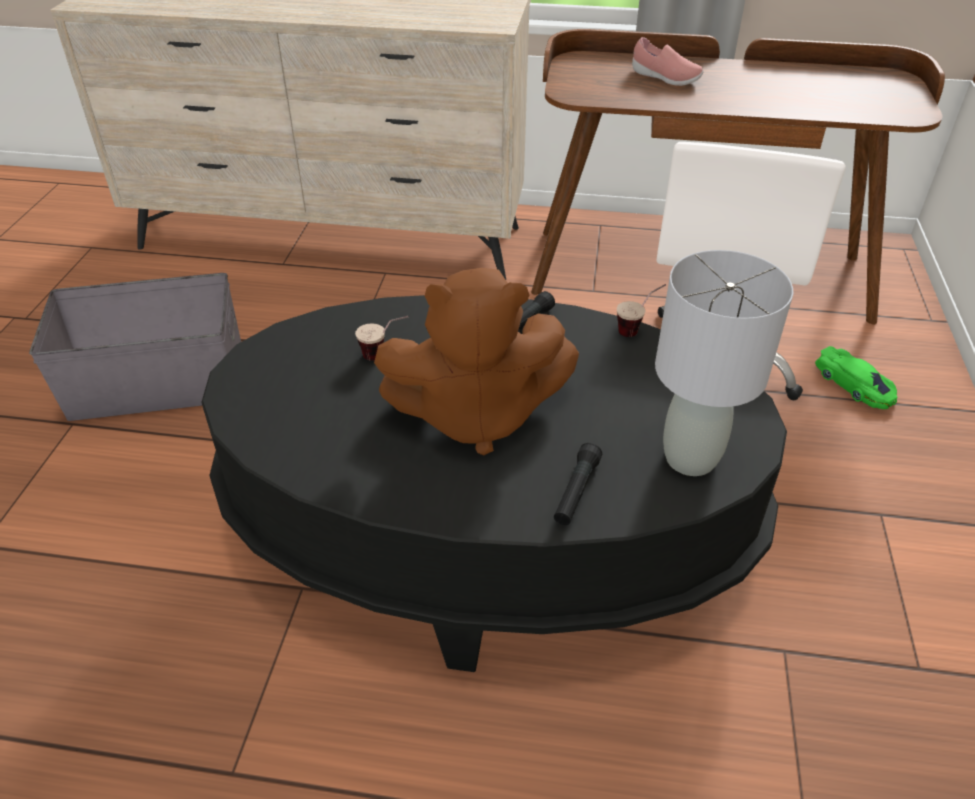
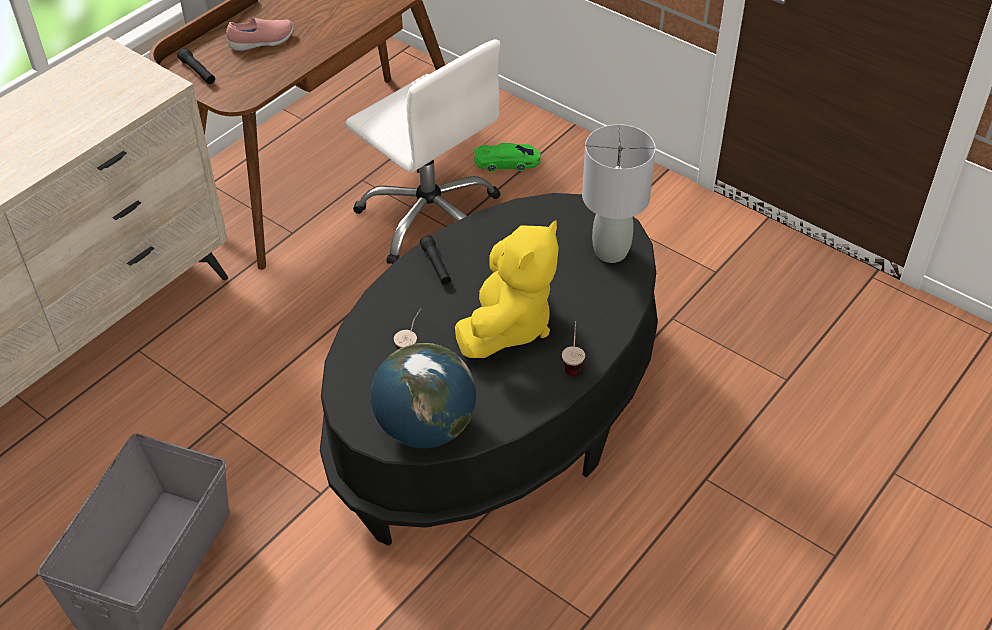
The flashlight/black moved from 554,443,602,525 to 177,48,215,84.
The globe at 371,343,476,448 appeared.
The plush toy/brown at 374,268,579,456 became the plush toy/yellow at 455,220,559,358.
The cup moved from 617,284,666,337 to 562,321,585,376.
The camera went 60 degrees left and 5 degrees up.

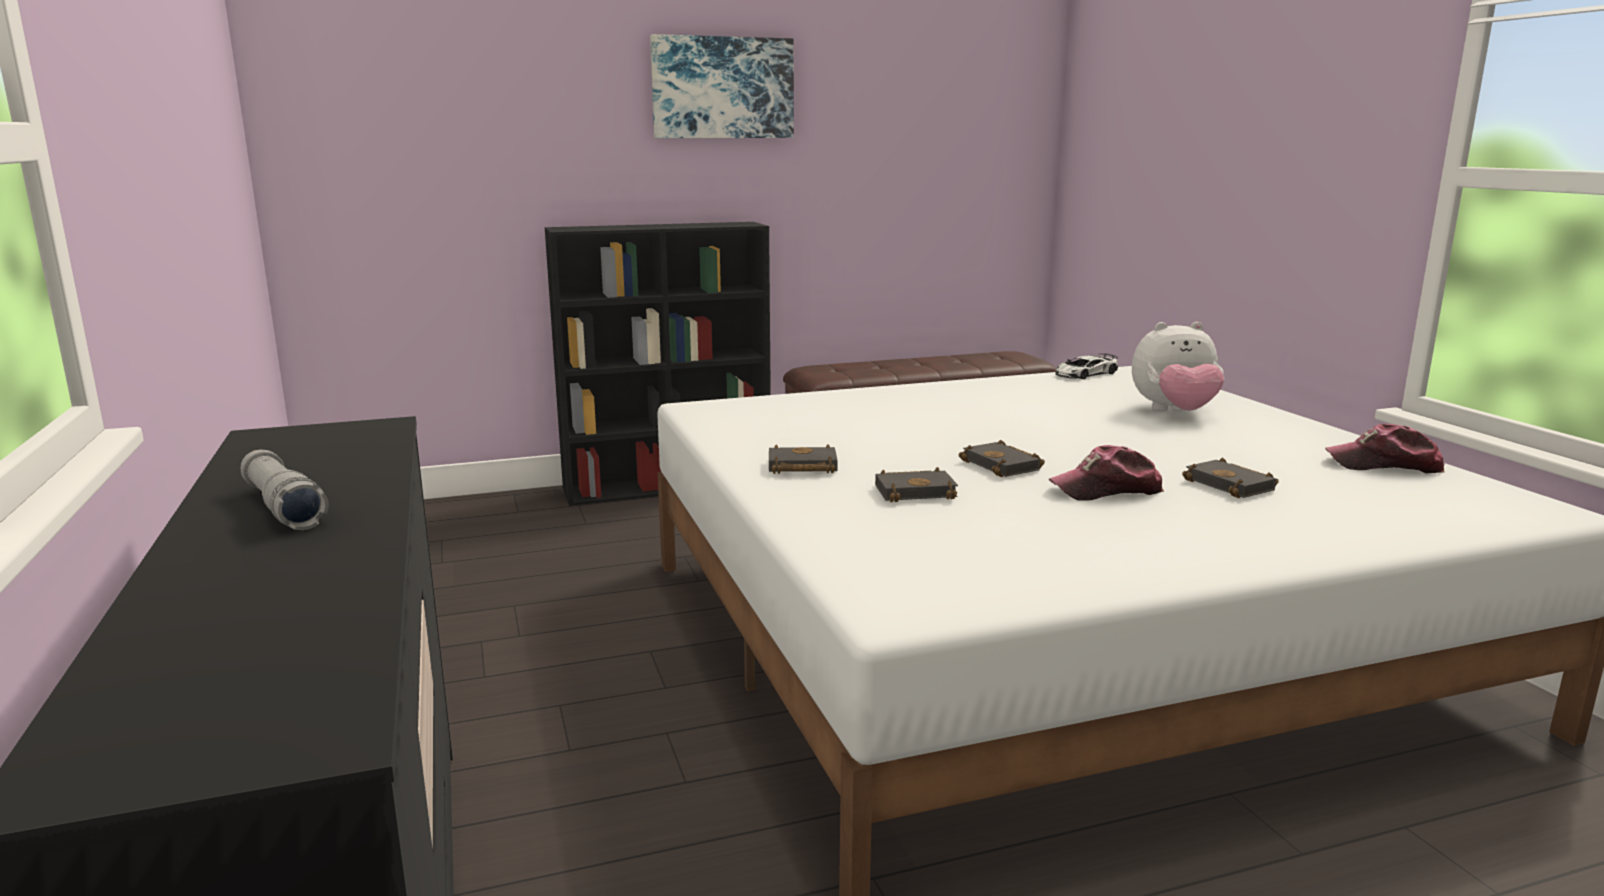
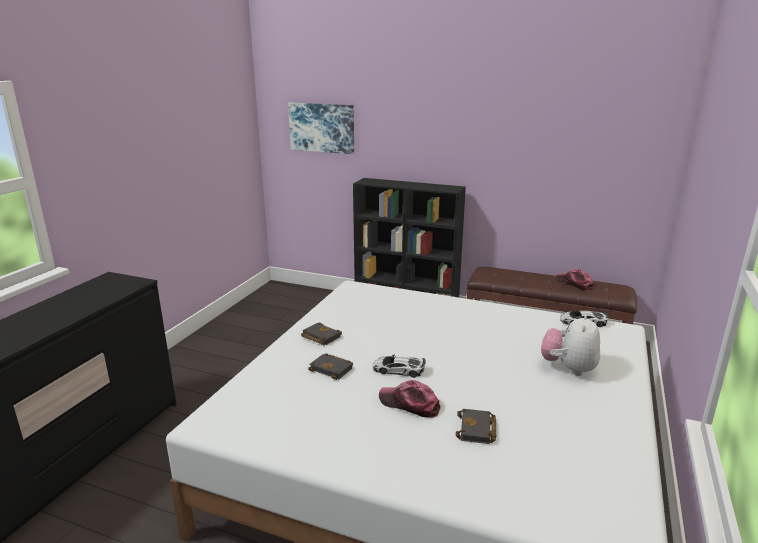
The picture moved from 650,34,794,138 to 288,103,354,154.
The book/black at 959,440,1045,477 was replaced by the toy car at 373,354,426,378.
The plush toy at 1132,322,1225,411 turned 75 degrees clockwise.
The cap moved from 1325,424,1445,473 to 556,269,594,291.
The flashlight/grey at 240,450,329,530 disappeared.
The camera went 40 degrees right and 5 degrees up.

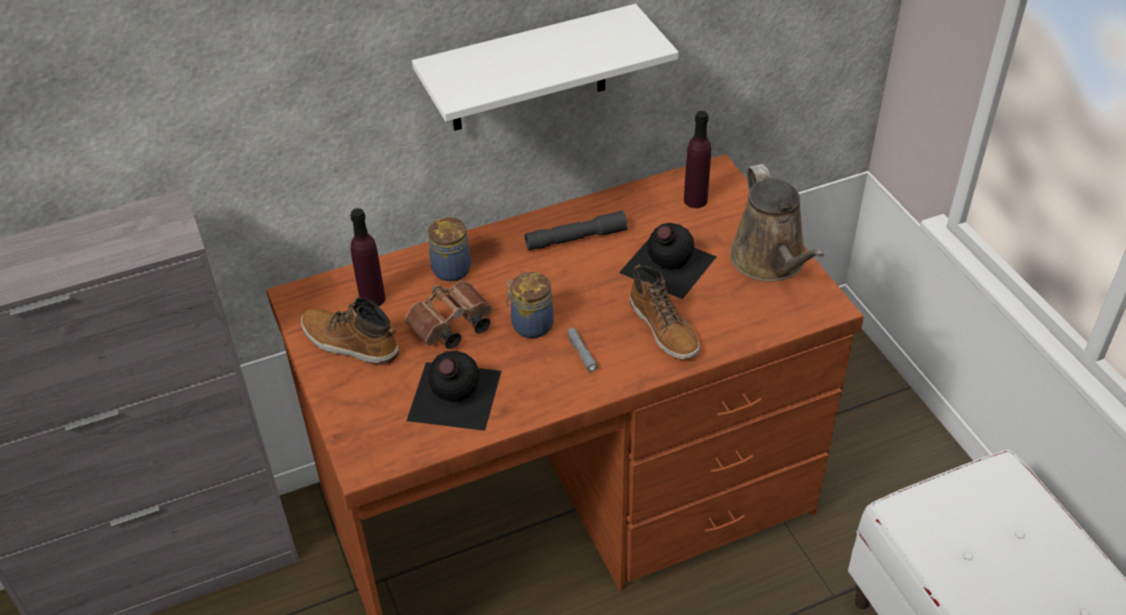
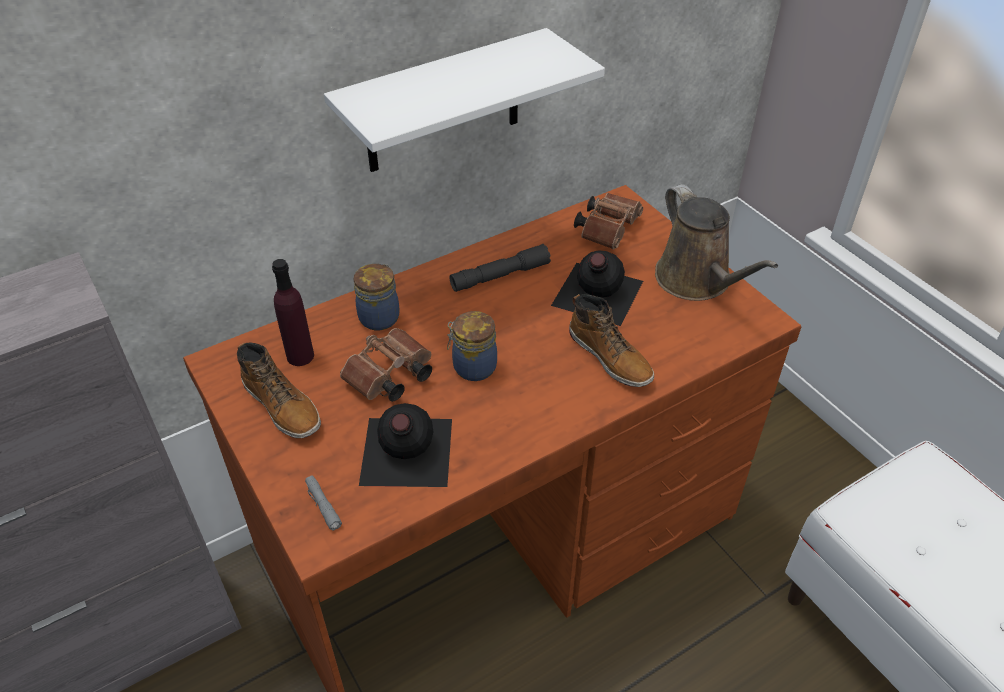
The boot at 301,298,399,365 turned 150 degrees counterclockwise.
The flashlight/grey moved from 567,327,598,372 to 305,475,342,531.
The bottle/purple at 684,111,711,208 was replaced by the binoculars/brown at 574,193,643,249.
The camera went 10 degrees left and 0 degrees up.

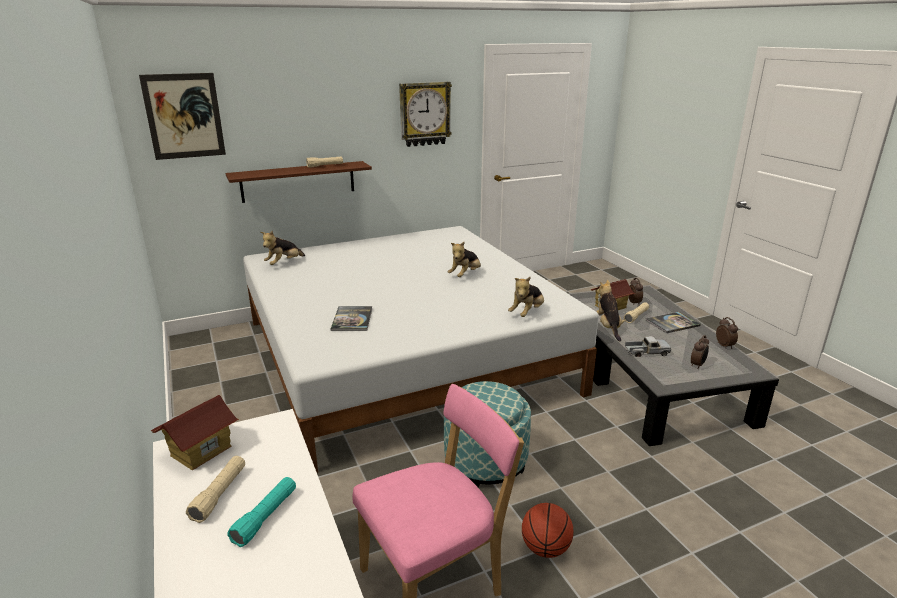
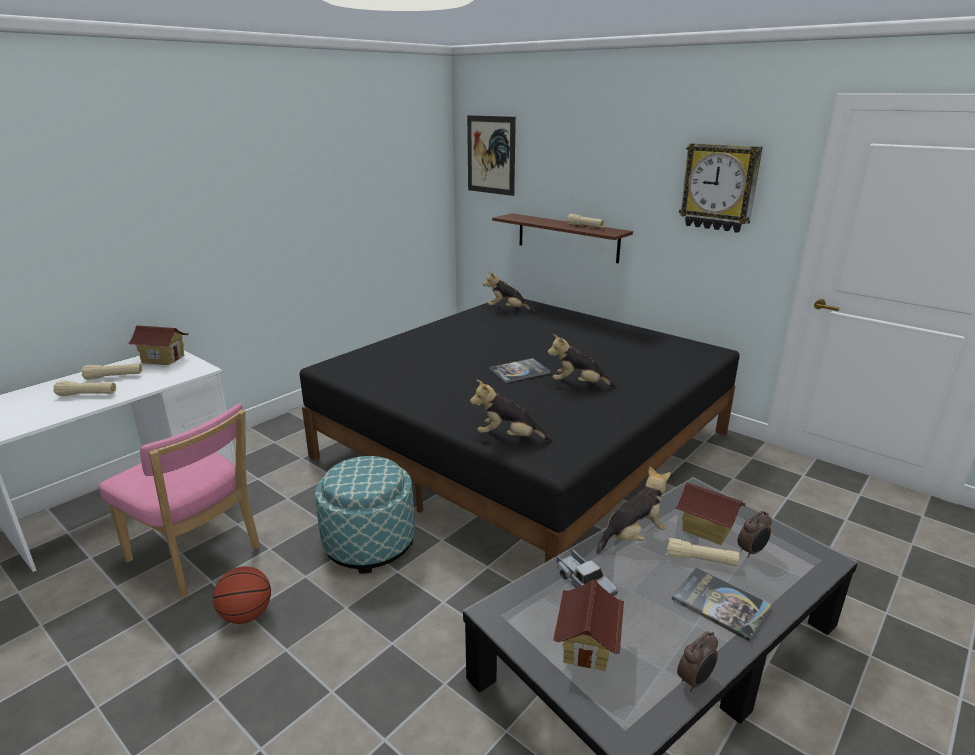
The flashlight/turquoise at 227,477,296,547 became the flashlight/beige at 53,381,116,396.
The bed/white at 243,226,599,473 became the bed/black at 300,298,740,562.
The book moved from 331,306,373,331 to 489,358,551,383.
The alarm clock at 691,335,709,369 was replaced by the toy house at 553,580,624,671.
The camera went 65 degrees right and 0 degrees up.

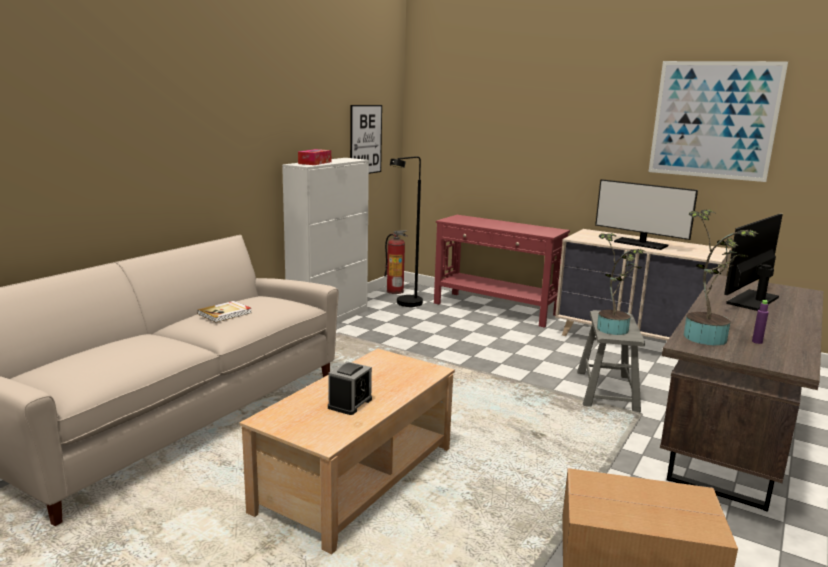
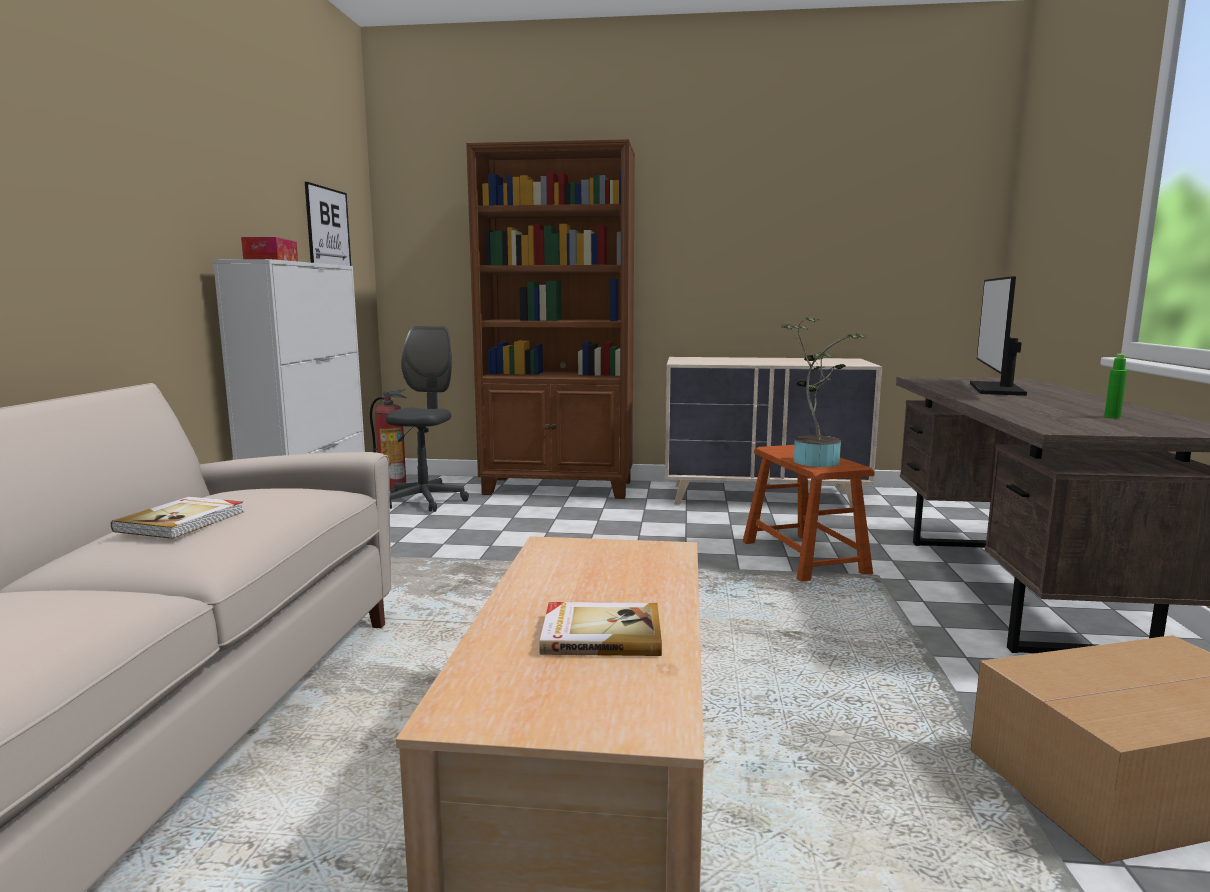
The floor lamp/black at 390,156,423,307 was replaced by the office chair/grey at 386,326,469,512.
The console table/red at 434,215,570,328 was replaced by the bookcase/brown at 466,139,635,499.
The alarm clock at 328,361,372,415 was replaced by the book at 539,602,662,656.
The stool/grey at 577,310,645,412 became the stool/brown at 743,445,875,581.
The bottle/purple at 752,300,769,344 became the bottle/green at 1104,354,1127,418.
The monitor at 595,179,698,250 disappeared.
The picture at 649,61,788,182 disappeared.
The potted plant at 684,209,759,345 disappeared.
The camera went 25 degrees left and 5 degrees down.

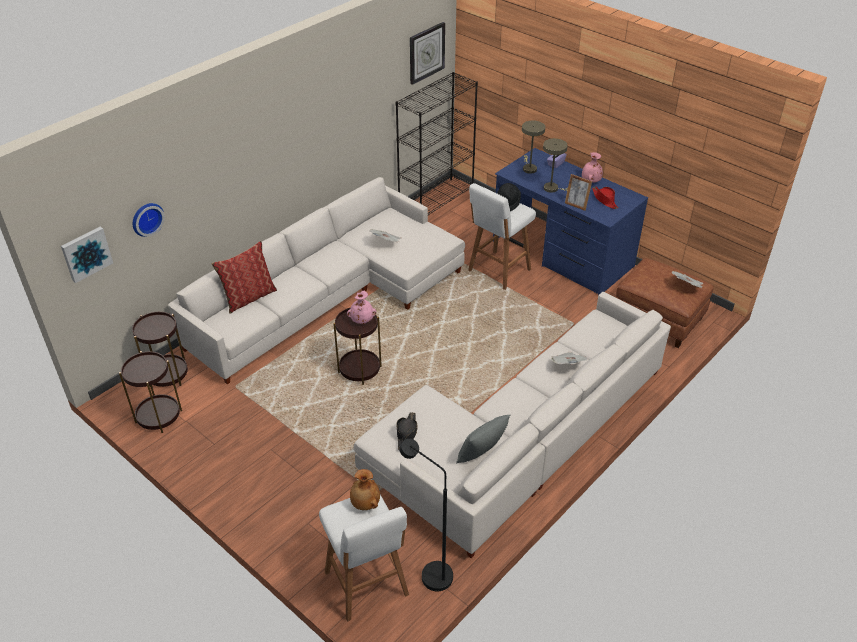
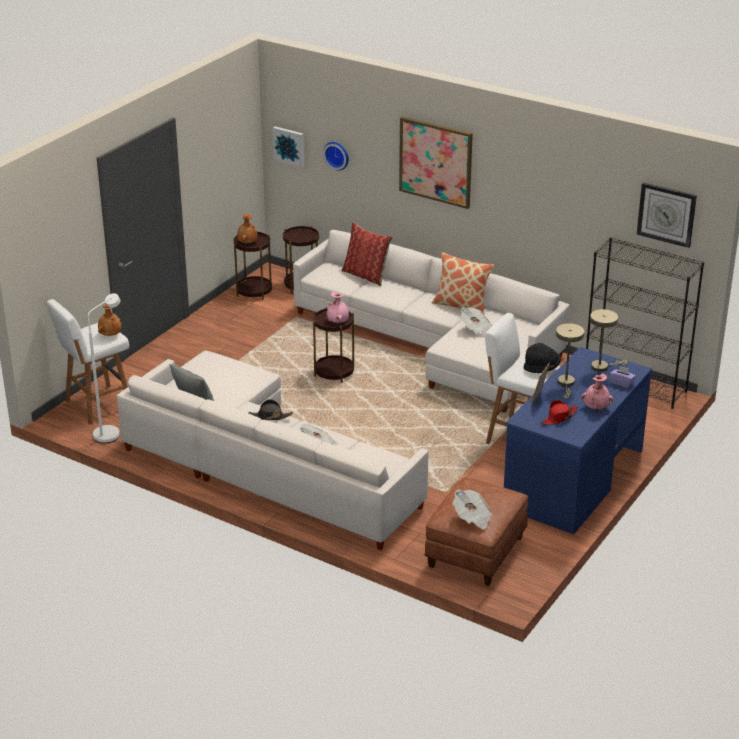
The floor lamp/black at 399,439,453,591 became the floor lamp/white at 88,293,121,443.
The vase/brown at 237,214,257,243 appeared.
The hat/black moved from 396,413,418,450 to 249,399,293,420.
The picture at 399,116,473,209 appeared.
The pillow at 432,252,494,315 appeared.
The camera went 80 degrees right and 10 degrees down.

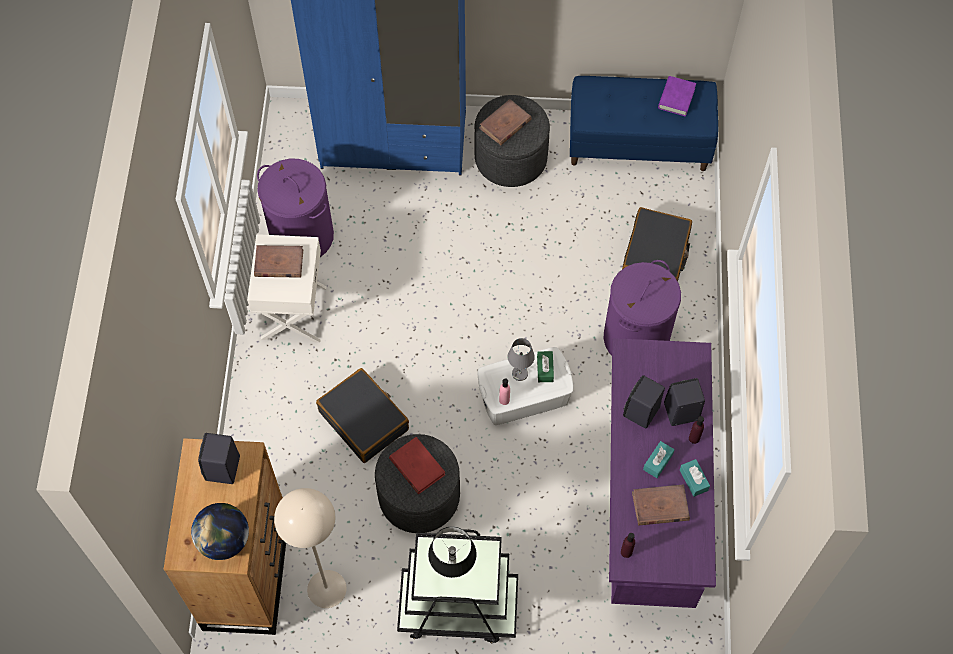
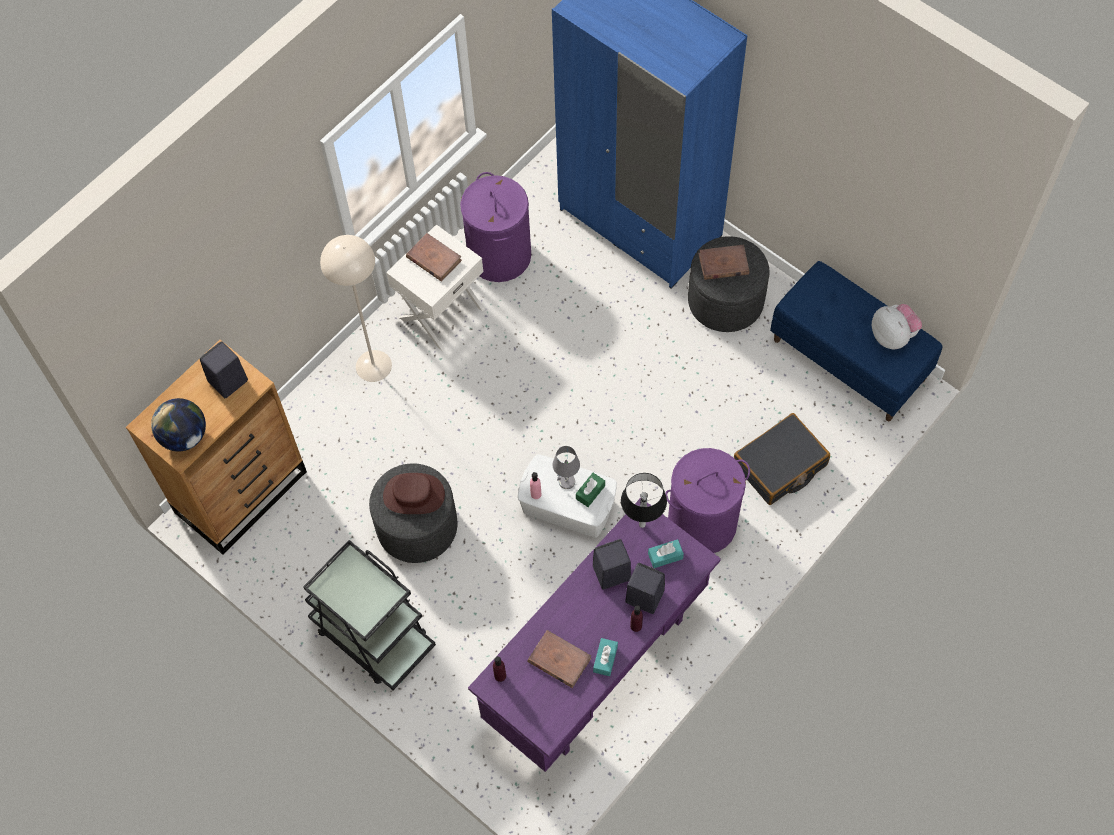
The floor lamp/beige moved from 274,488,347,608 to 320,235,392,382.
The book/red at 389,437,445,494 was replaced by the hat/brown at 383,473,445,514.
The table lamp moved from 428,527,476,578 to 621,473,667,528.
The tissue box/turquoise moved from 643,441,675,478 to 648,539,684,568.
The book/purple at 658,76,696,117 was replaced by the plush toy at 872,304,922,349.
The suitcase/black at 316,368,409,463 disappeared.
The camera went 40 degrees right and 0 degrees up.

